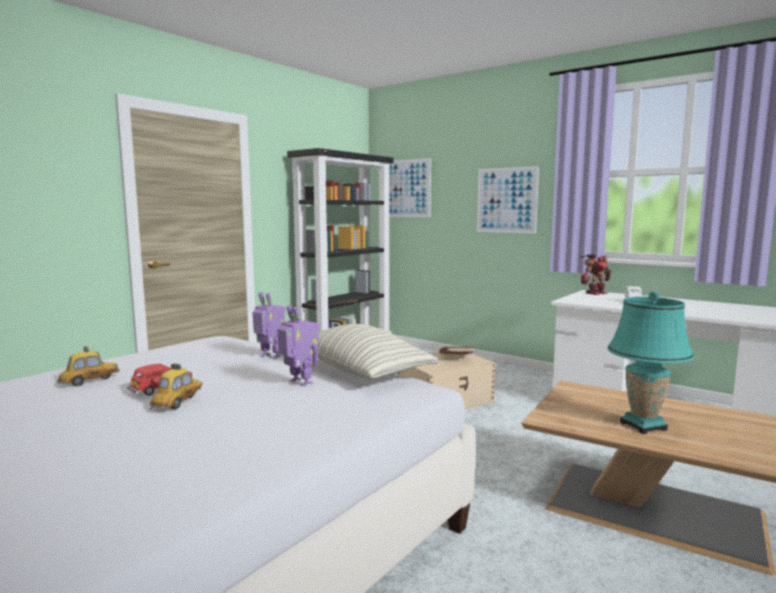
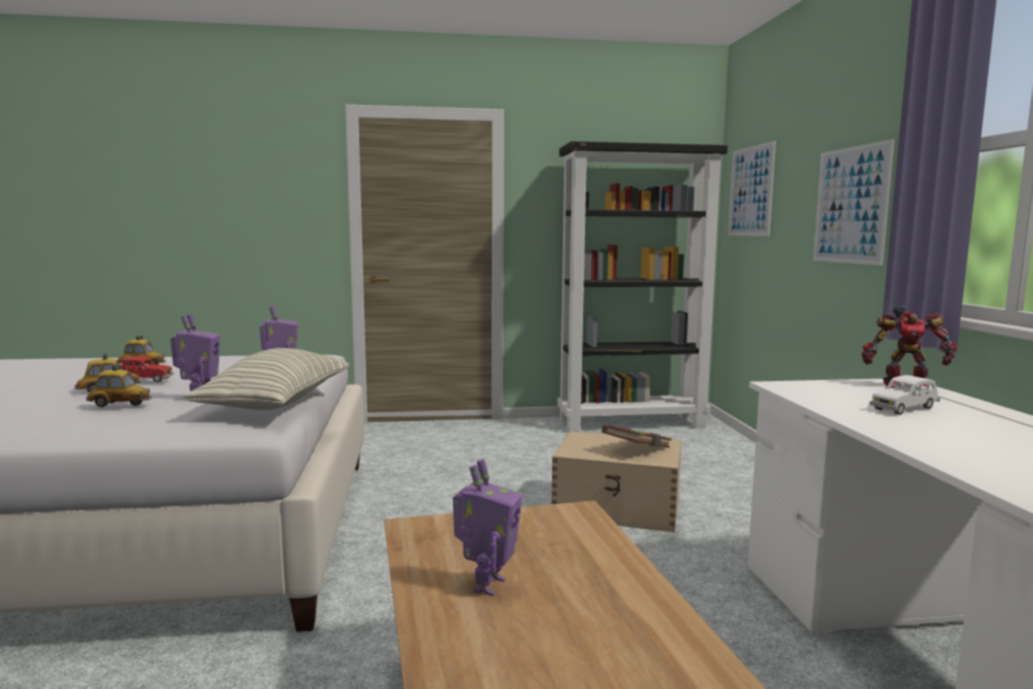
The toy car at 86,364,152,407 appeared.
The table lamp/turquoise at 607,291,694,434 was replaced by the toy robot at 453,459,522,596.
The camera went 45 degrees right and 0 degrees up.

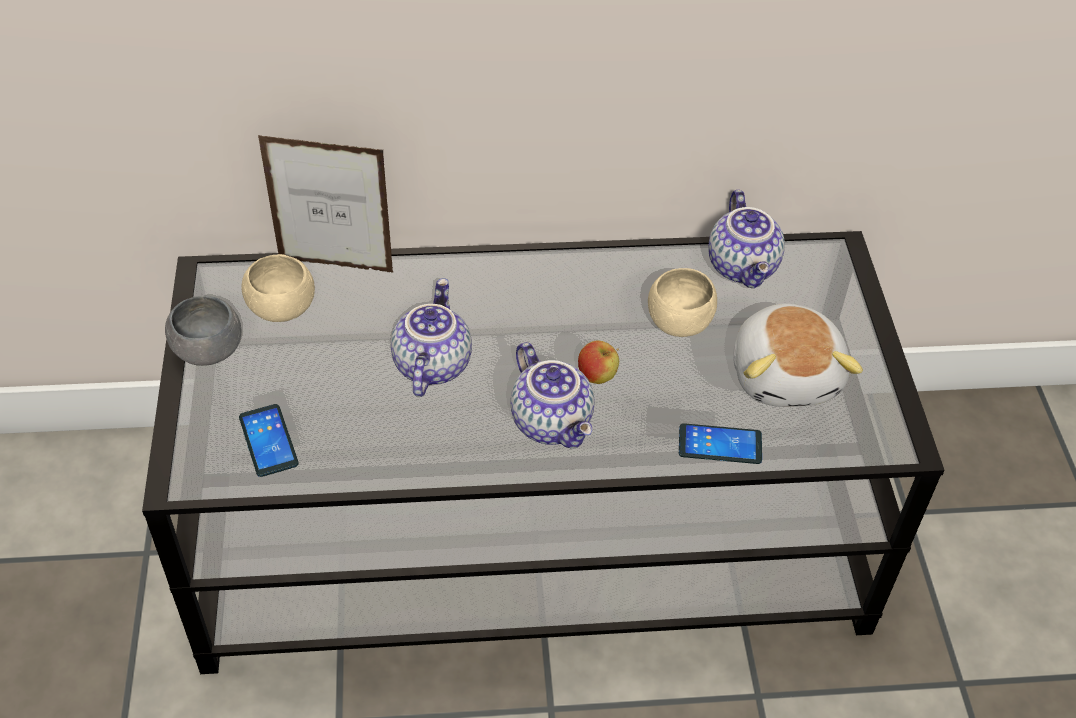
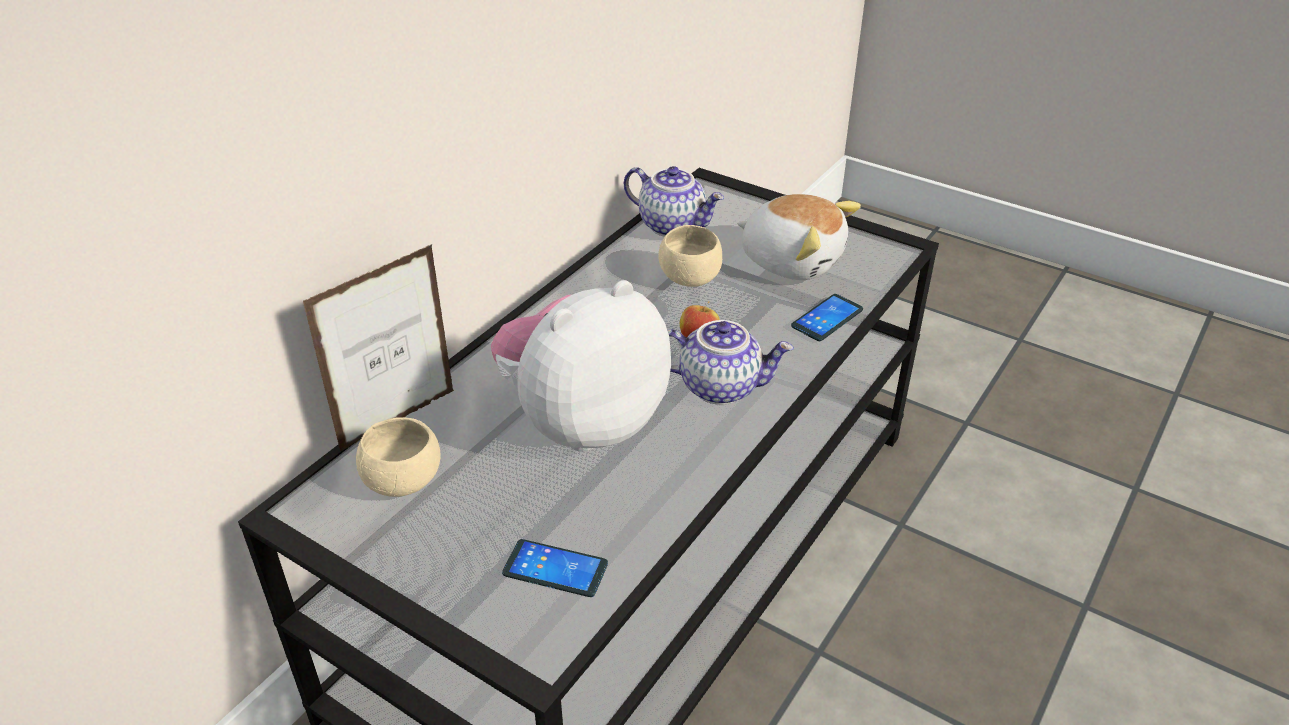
The teapot at 391,278,472,397 was replaced by the plush toy at 491,280,671,452.
The bowl/grey at 165,295,242,366 disappeared.
The camera went 50 degrees left and 10 degrees down.

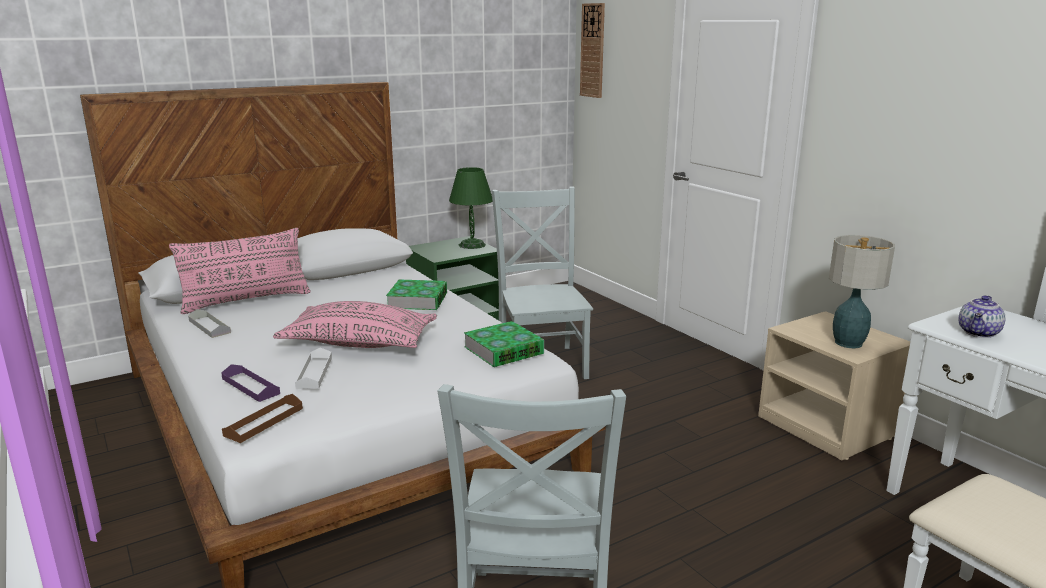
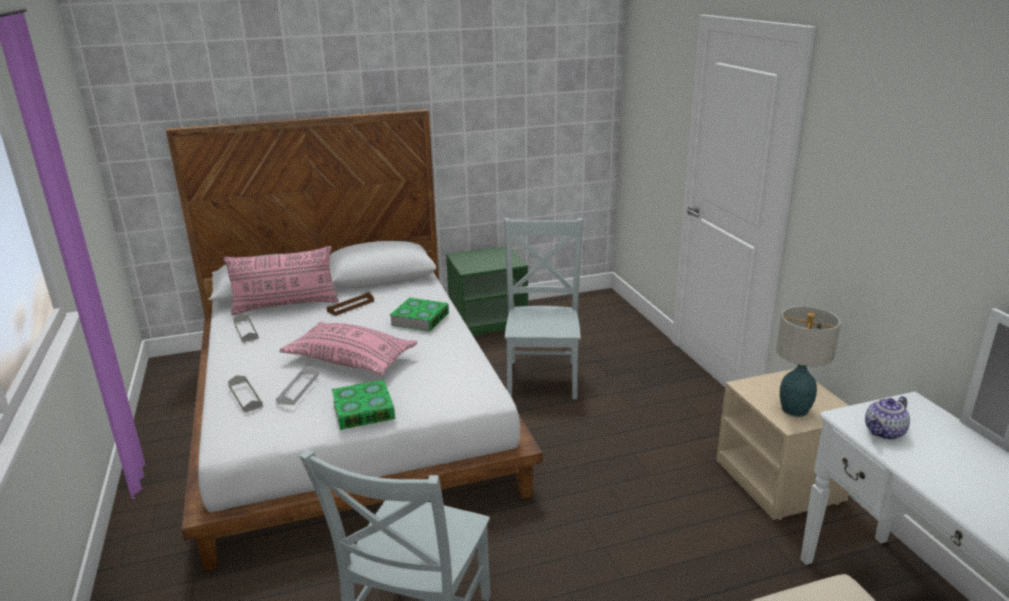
The tray/purple at 221,364,280,402 became the tray/grey at 228,375,263,413.
The tray/brown moved from 222,394,303,443 to 327,292,374,316.
The book moved from 464,321,544,367 to 332,380,395,430.
The table lamp/green at 449,167,492,249 disappeared.
The wall clock at 580,3,605,98 disappeared.
The camera went 15 degrees right and 5 degrees up.

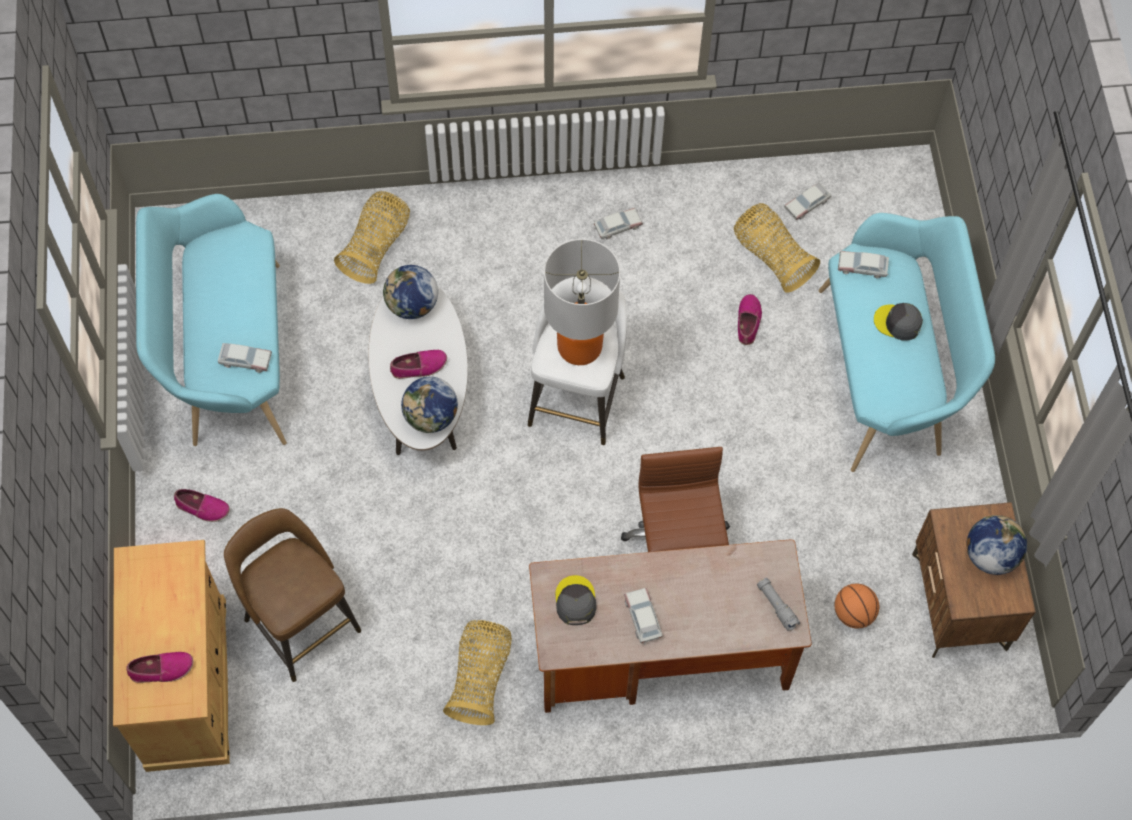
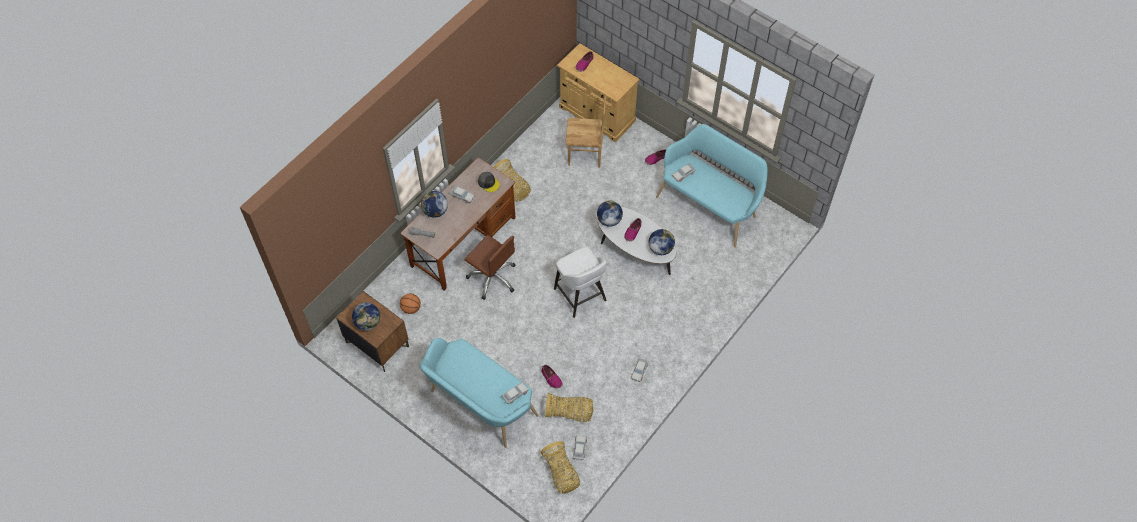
The globe at 421,191,448,218 appeared.
The basket moved from 334,191,410,284 to 541,441,580,494.
The stool/brown at 224,508,361,682 was replaced by the chair/brown at 565,95,606,168.
The table lamp at 544,239,620,365 disappeared.
The cap/grey at 874,303,923,341 disappeared.
The camera went 135 degrees right and 5 degrees down.

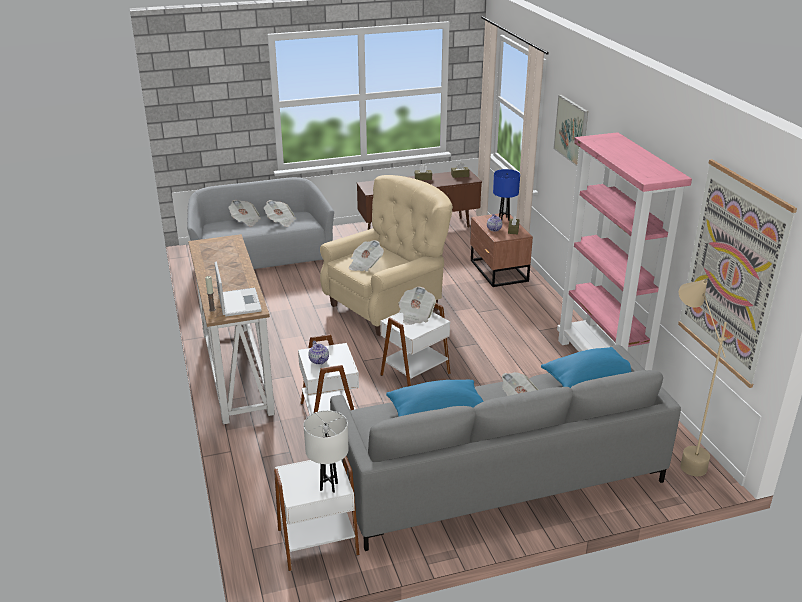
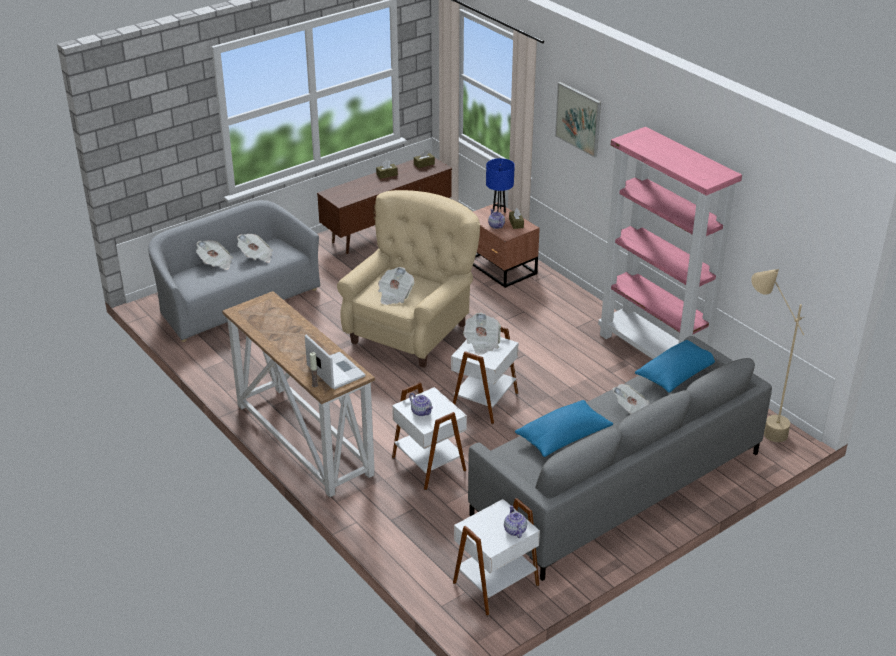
The table lamp/white at 303,410,348,493 was replaced by the teapot at 504,505,527,538.
The picture at 678,159,797,388 disappeared.
The camera went 20 degrees left and 5 degrees up.

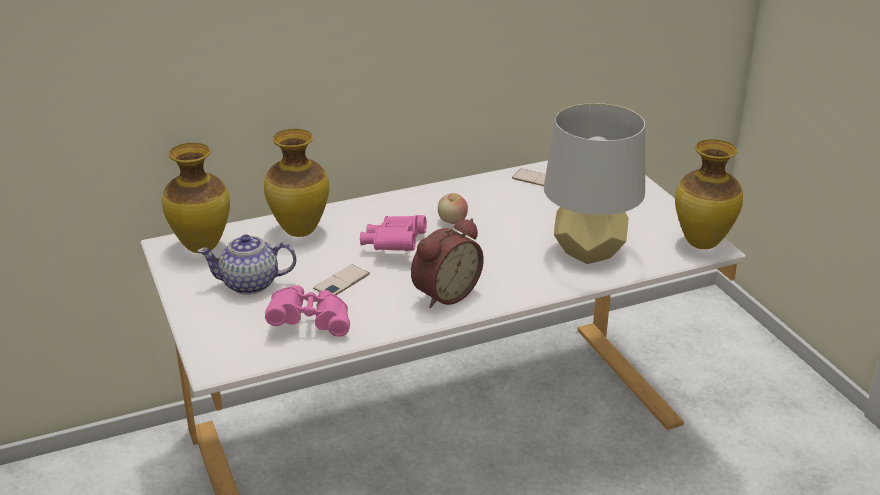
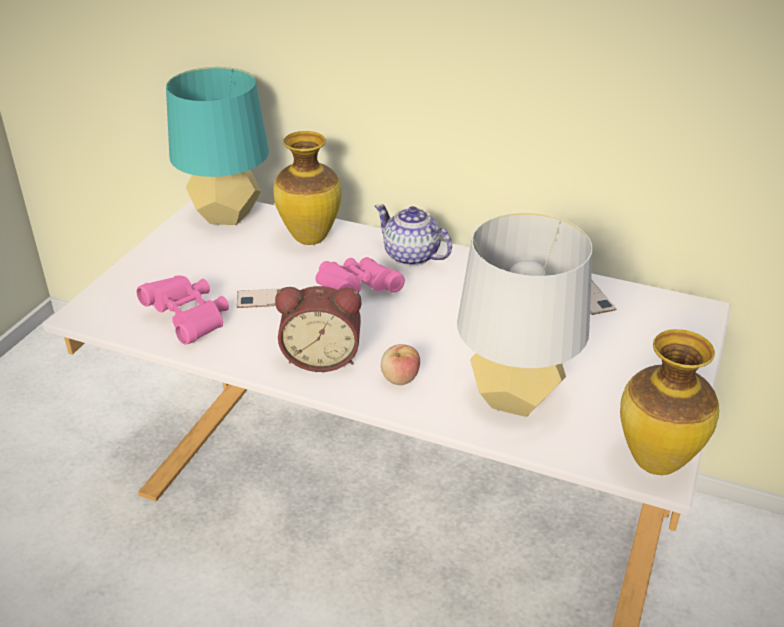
The vase at 162,143,230,253 was replaced by the table lamp/turquoise at 166,67,269,225.
The teapot moved from 197,234,296,295 to 375,204,452,266.
The apple moved from 438,193,468,224 to 381,344,420,385.
The camera went 45 degrees right and 5 degrees up.

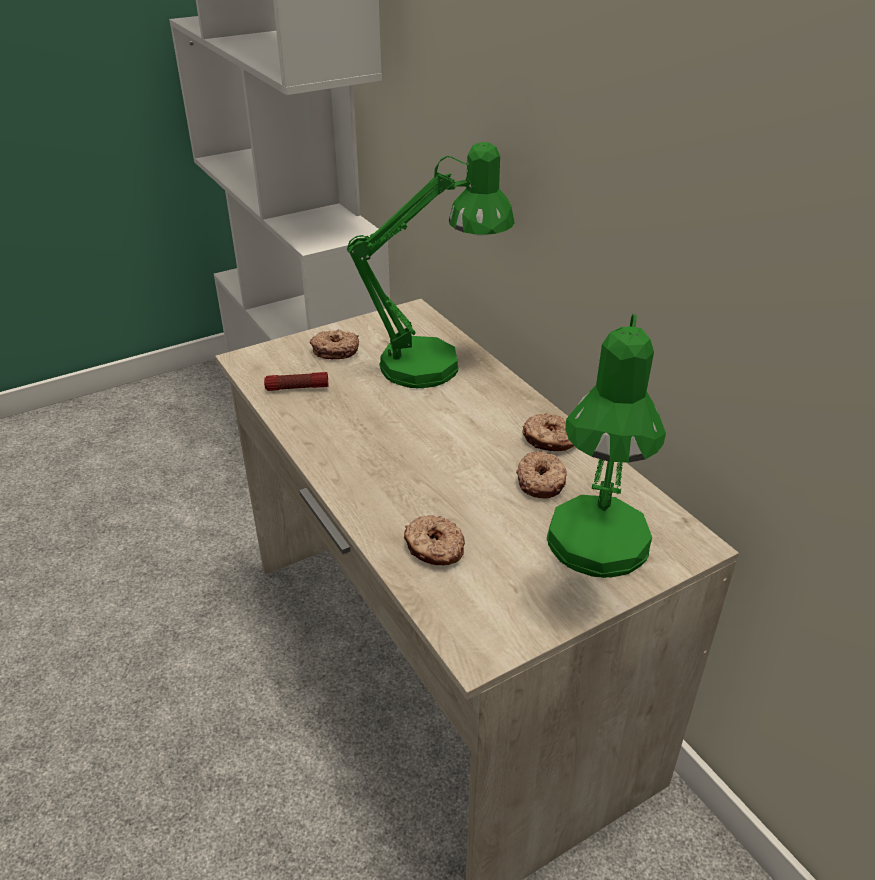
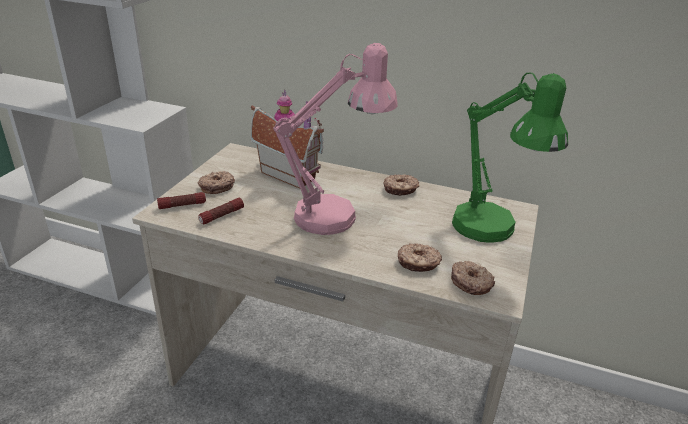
The flashlight at 157,192,206,209 appeared.
The table lamp/green at 347,142,515,388 was replaced by the toy house at 251,89,324,189.
The table lamp/pink at 273,43,398,235 appeared.
The donut moved from 516,451,567,498 to 451,261,495,295.
The camera went 40 degrees left and 5 degrees down.

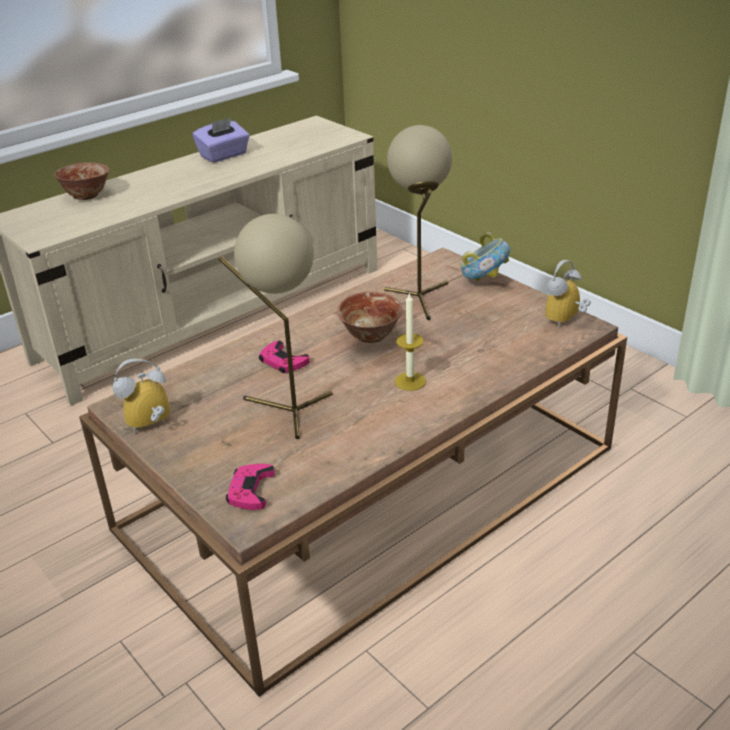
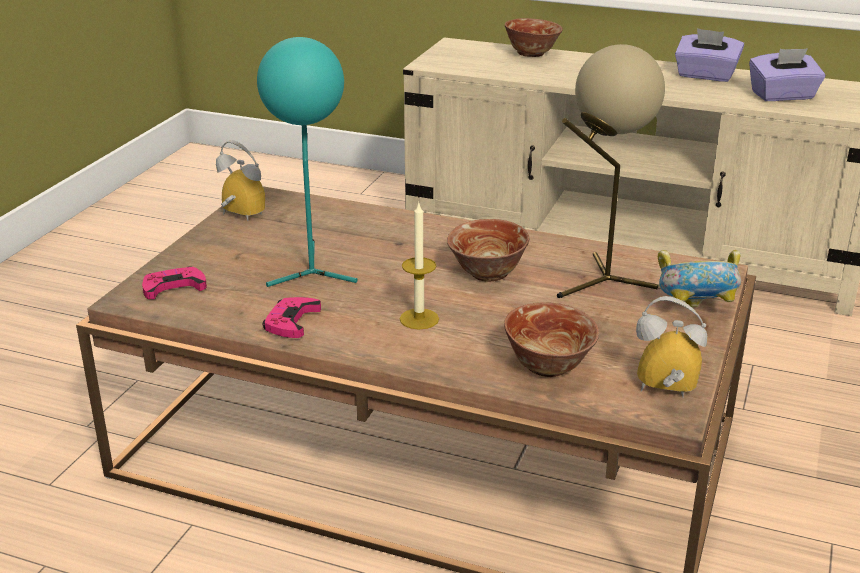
The table lamp/beige at 218,214,333,439 became the table lamp/turquoise at 257,37,358,287.
The game controller/pink moved from 259,340,310,373 to 263,297,321,338.
The bowl at 504,302,599,377 appeared.
The tissue box/purple at 749,48,826,101 appeared.
The camera went 60 degrees right and 5 degrees down.

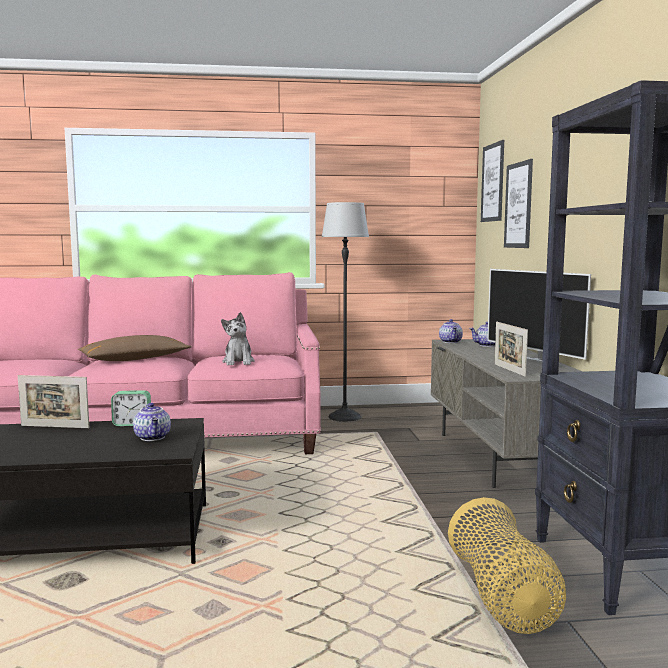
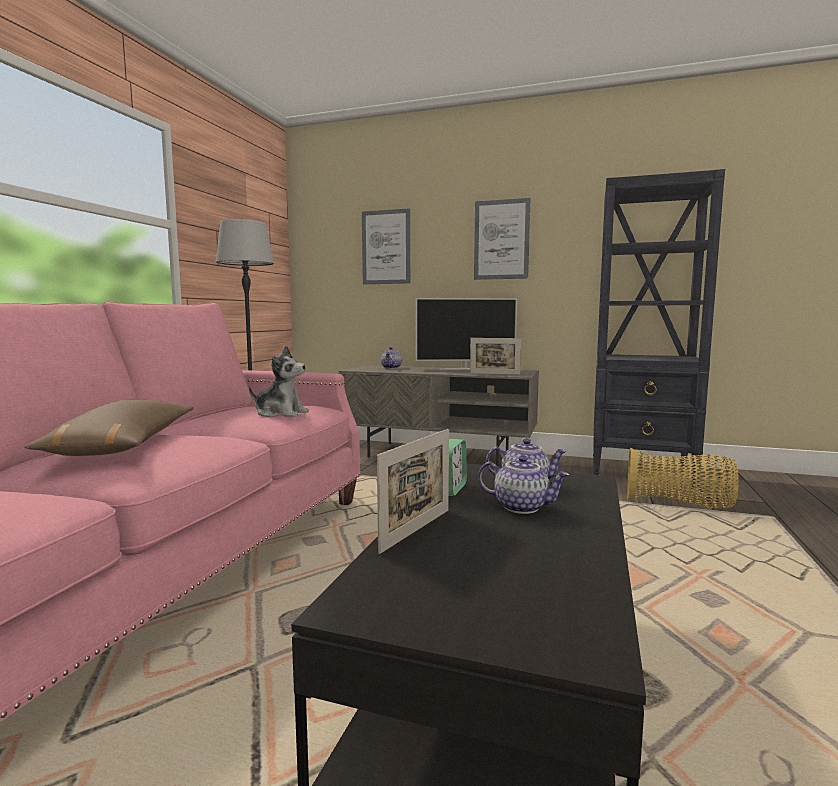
The picture moved from 481,140,504,222 to 474,198,531,280.
The teapot moved from 439,319,463,343 to 478,455,569,514.
The camera went 65 degrees left and 0 degrees up.

